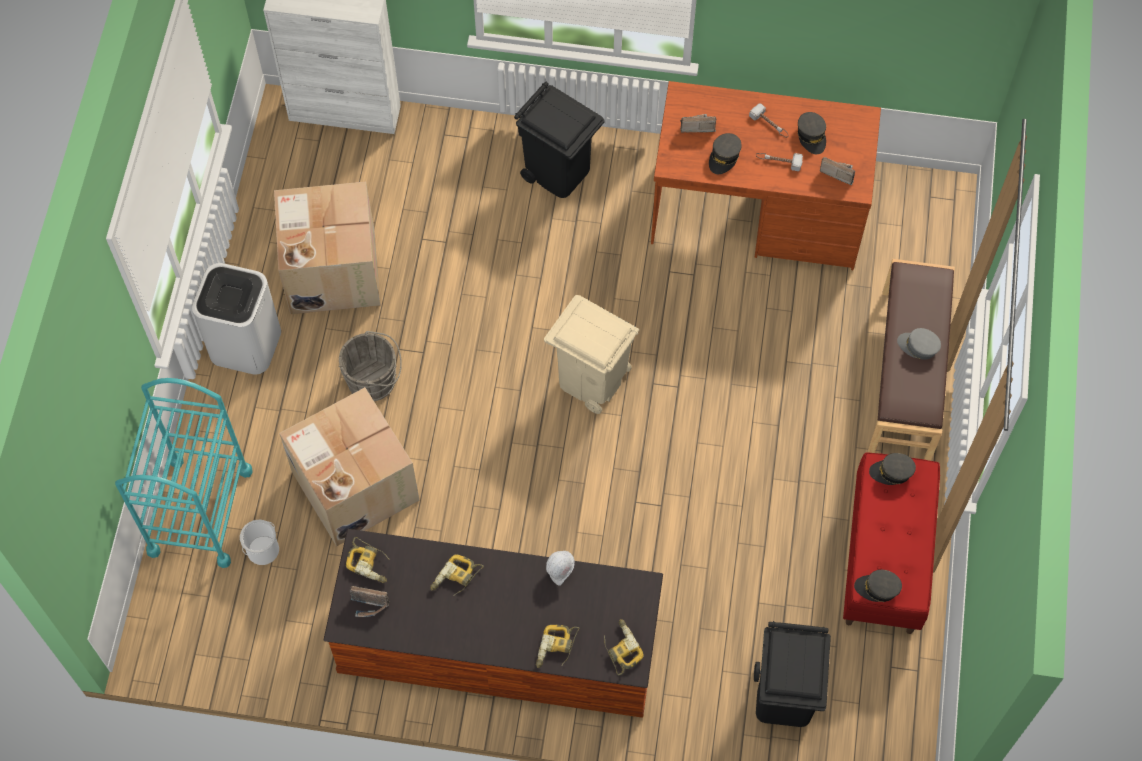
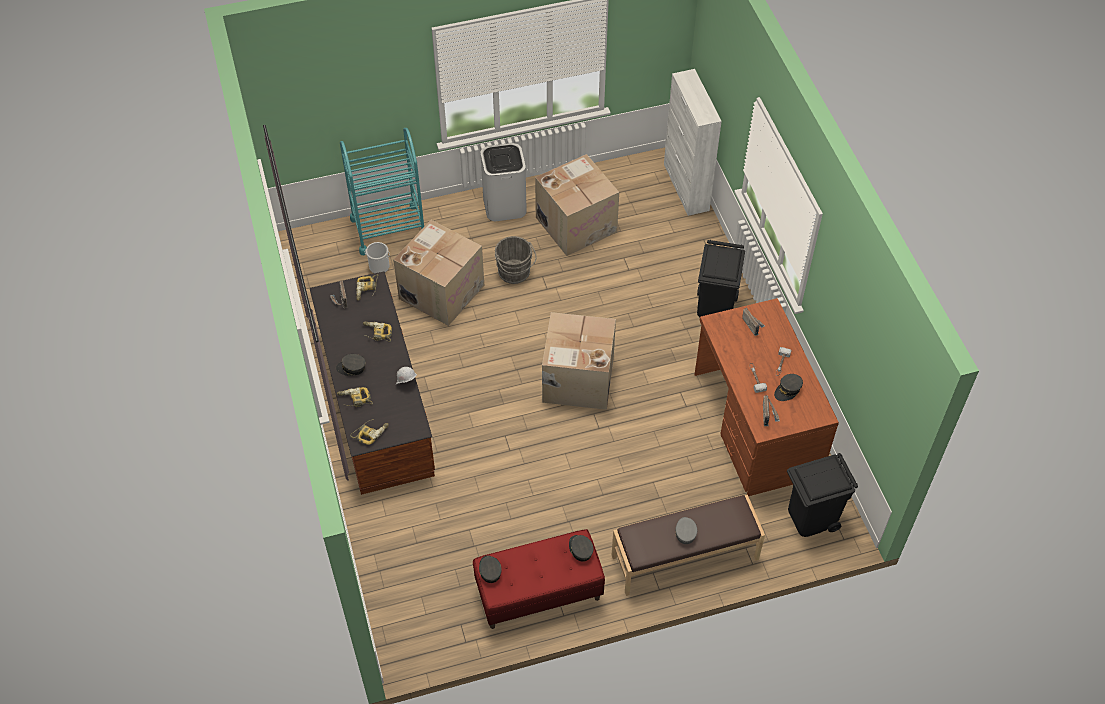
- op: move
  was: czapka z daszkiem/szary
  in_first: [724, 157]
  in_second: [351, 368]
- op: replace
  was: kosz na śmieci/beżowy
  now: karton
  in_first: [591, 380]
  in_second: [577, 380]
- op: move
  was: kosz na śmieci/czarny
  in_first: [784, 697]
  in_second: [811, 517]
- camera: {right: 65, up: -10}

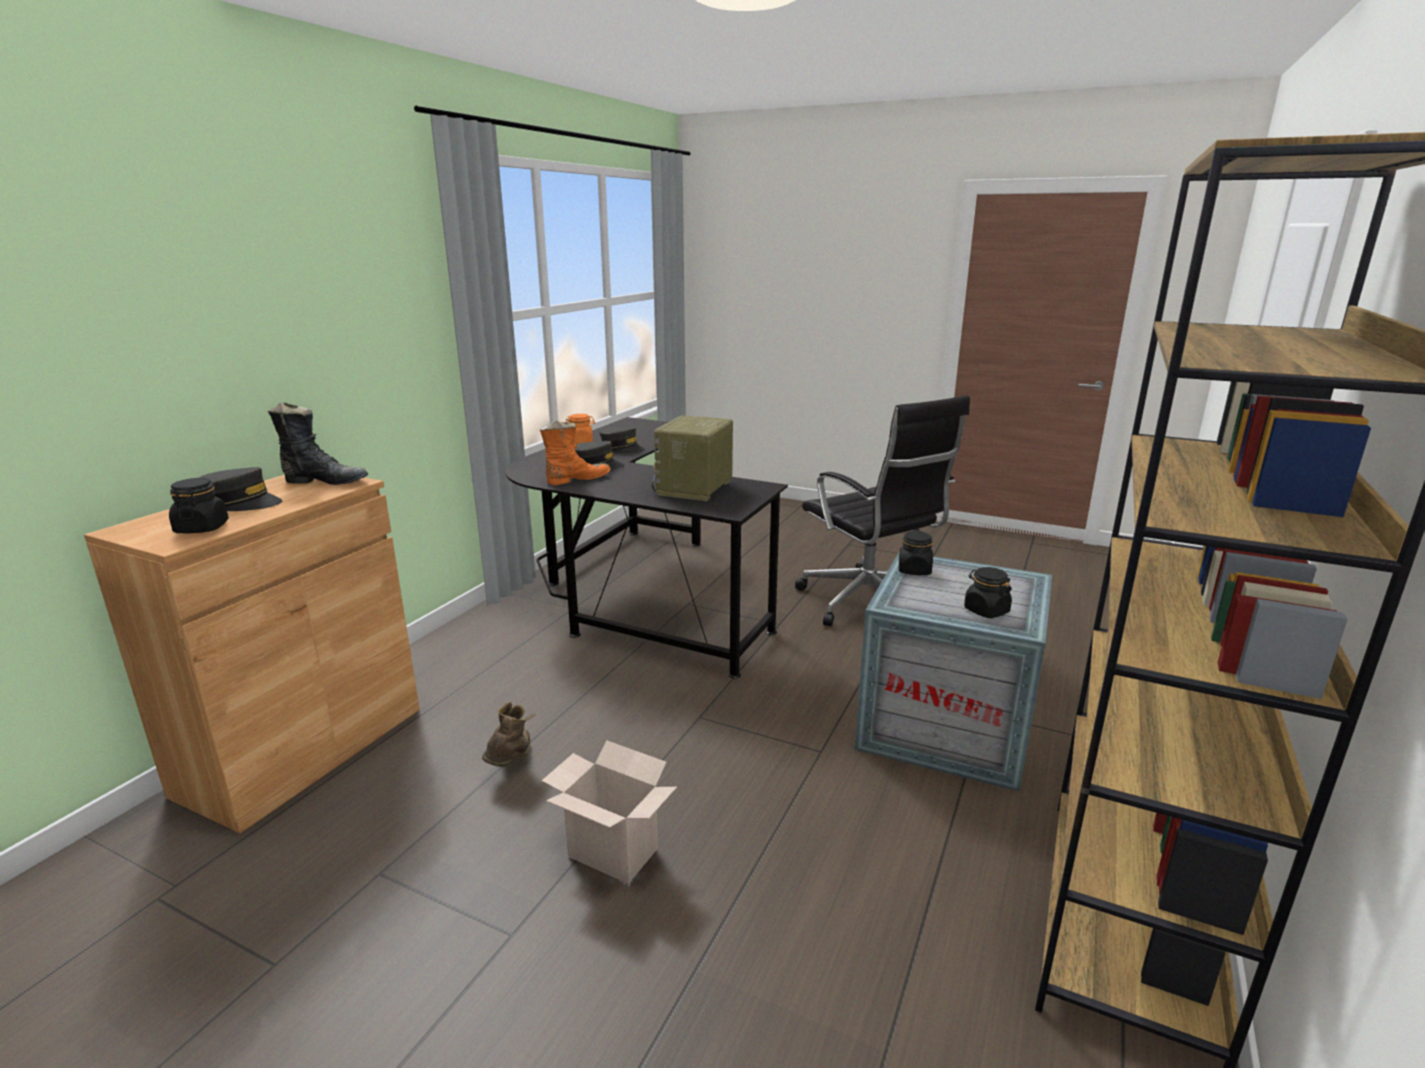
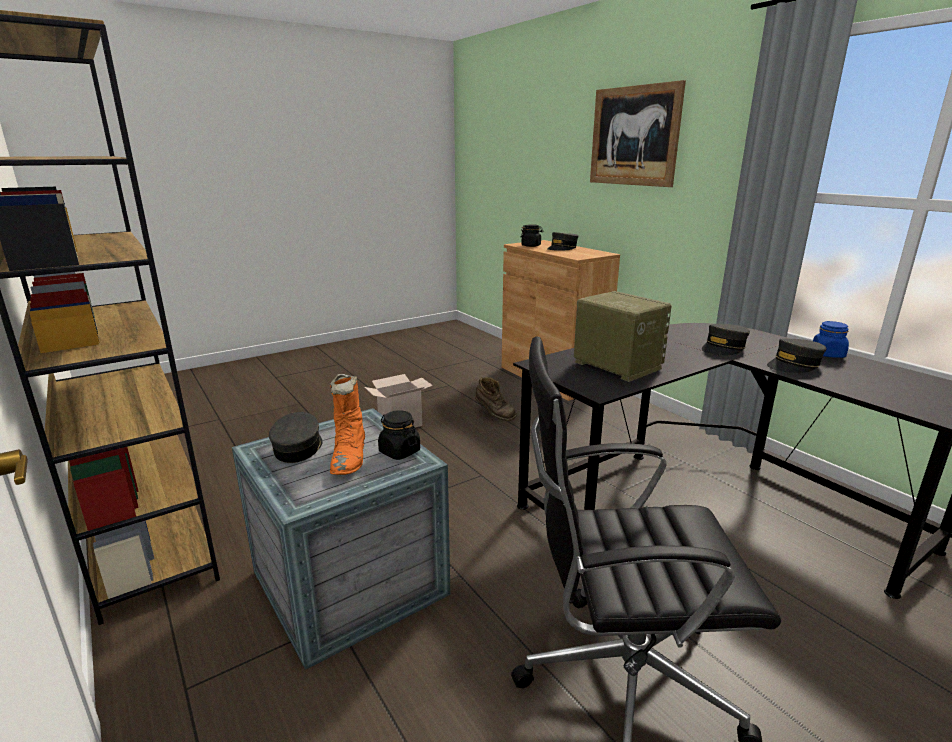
- op: replace
  was: słoik/czarny
  now: czapka z daszkiem/szary
  in_first: [986, 611]
  in_second: [298, 448]
- op: move
  was: but z cholewką/pomarańczowy
  in_first: [577, 479]
  in_second: [350, 458]
- op: insert
  now: obraz
  in_second: [634, 136]
- op: recolor
  was: słoik/pomarańczowy
  now: słoik/niebieski
  in_first: [581, 442]
  in_second: [827, 354]
- op: delete
  was: but z cholewką/czarny
  in_first: [325, 481]
- camera: {right: 120, up: 0}

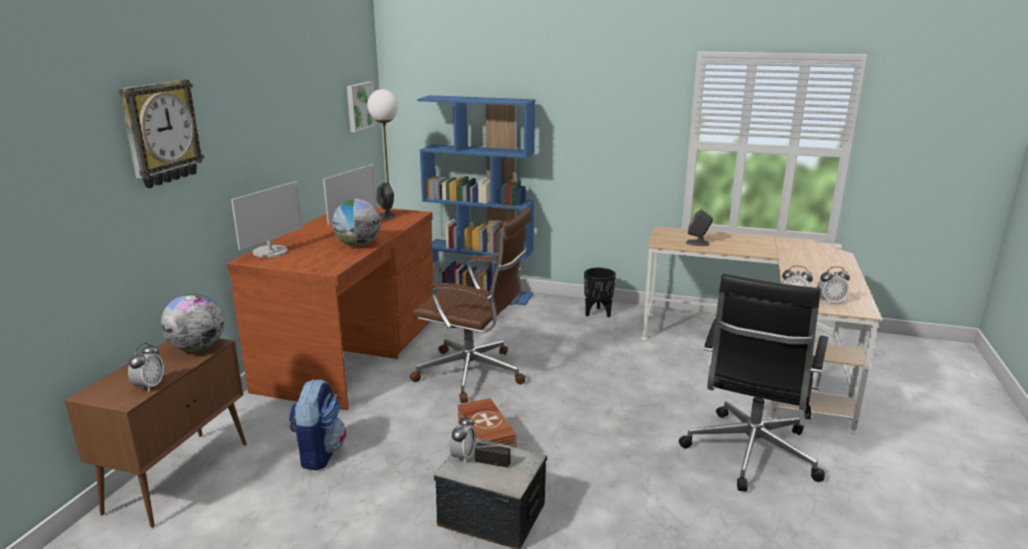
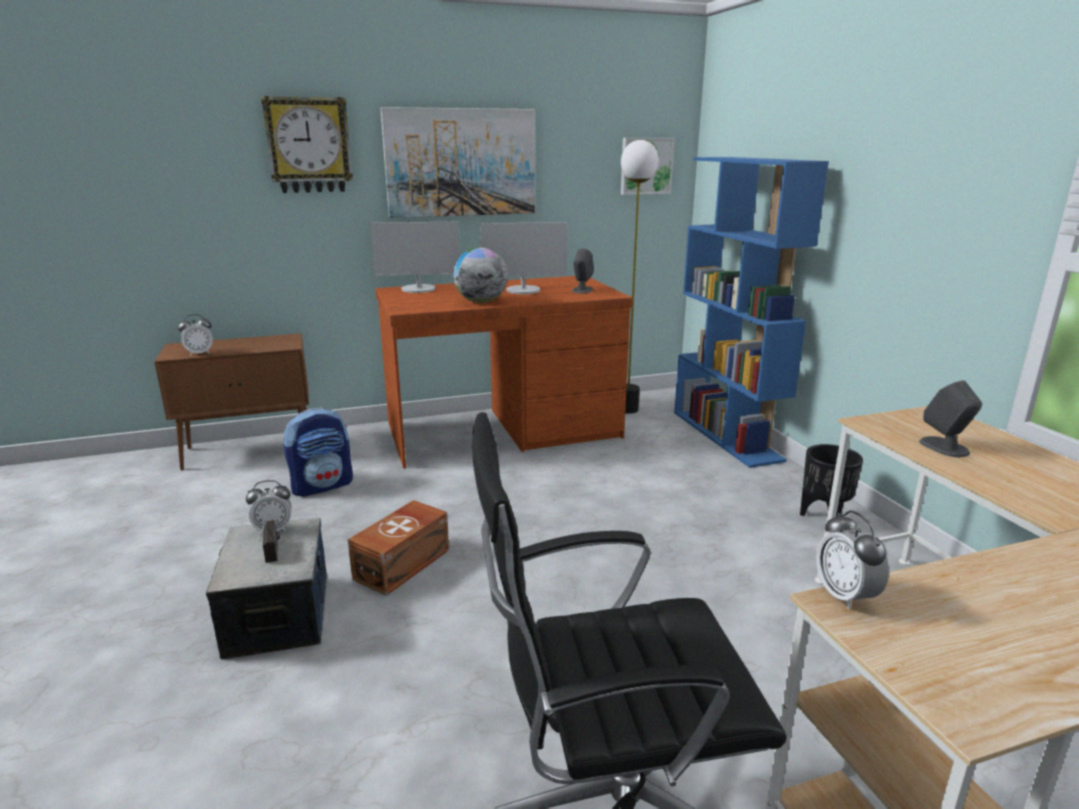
- op: insert
  now: obraz
  in_second: [461, 163]
- op: delete
  was: globus
  in_first: [197, 348]
- op: delete
  was: krzesło biurowe/brązowy
  in_first: [473, 374]
- op: delete
  was: budzik
  in_first: [830, 302]
- camera: {right: 55, up: 0}

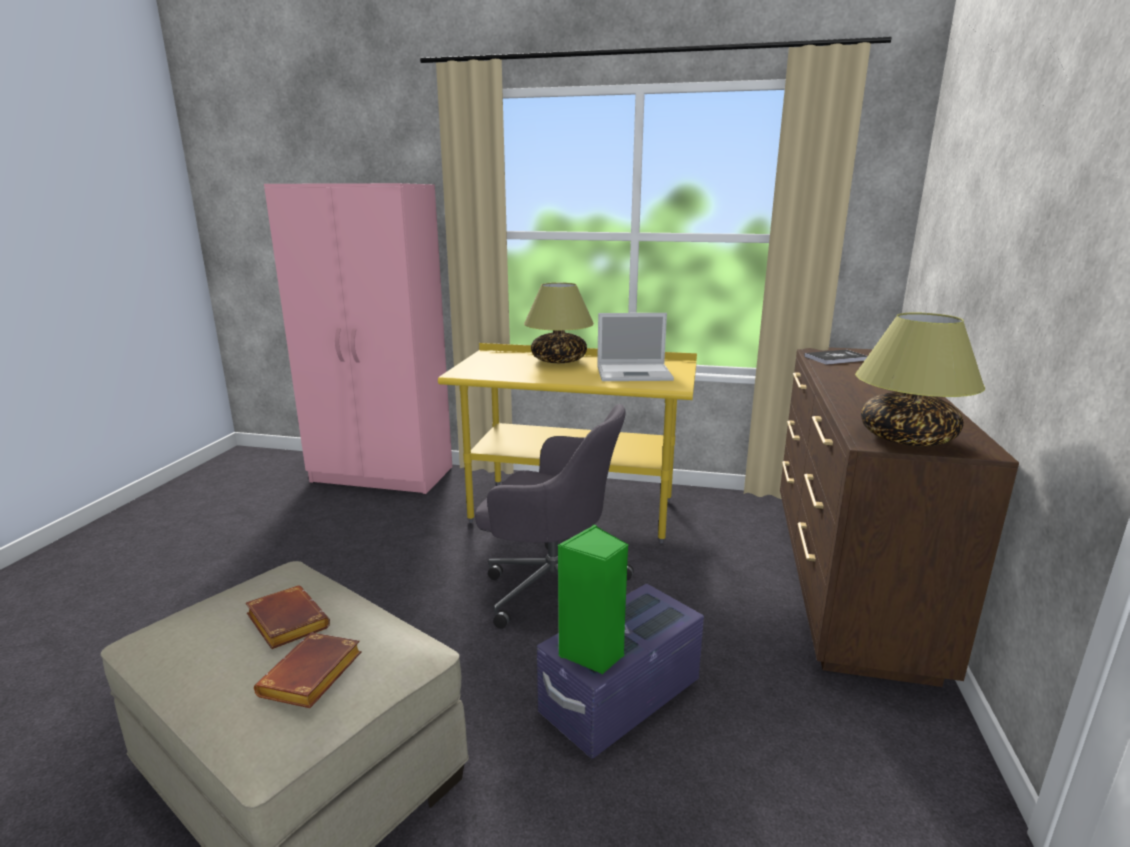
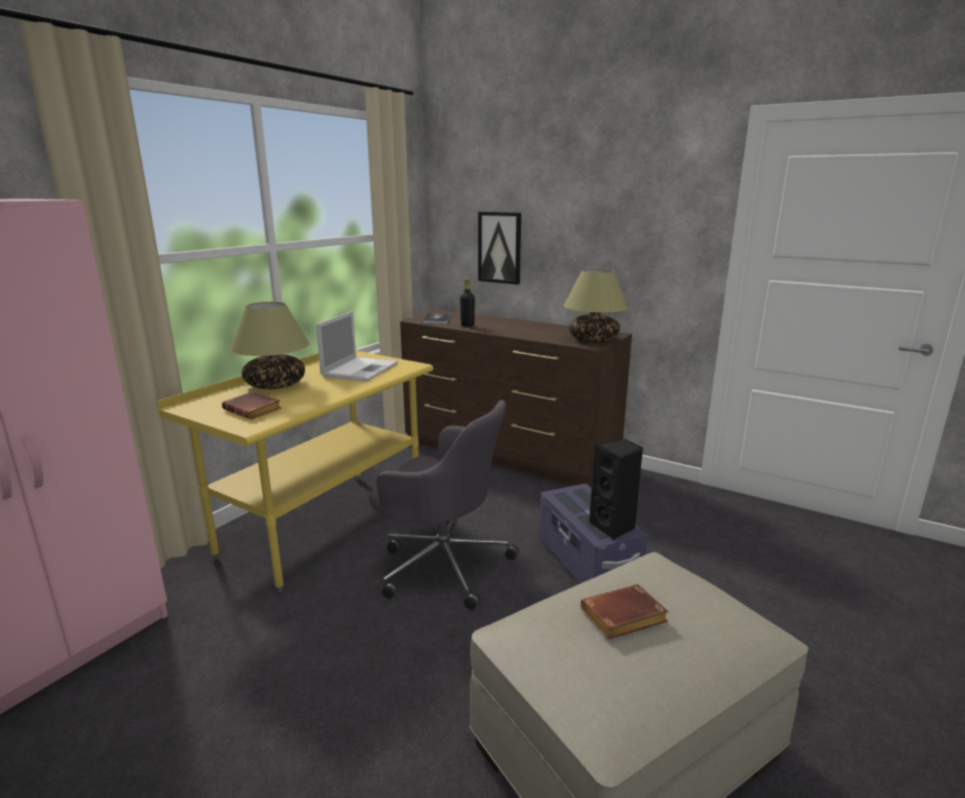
- op: move
  was: książka/brązowy
  in_first: [312, 678]
  in_second: [254, 410]
- op: rotate
  was: krzesło biurowe/szary
  in_first: [552, 588]
  in_second: [442, 563]
  clockwise: 75
- op: insert
  now: butelka/czarny
  in_second: [467, 325]
- op: insert
  now: obraz
  in_second: [500, 247]
- op: recolor
  was: głośnik/zielony
  now: głośnik/czarny
  in_first: [593, 654]
  in_second: [613, 527]
- camera: {right: -70, up: 0}

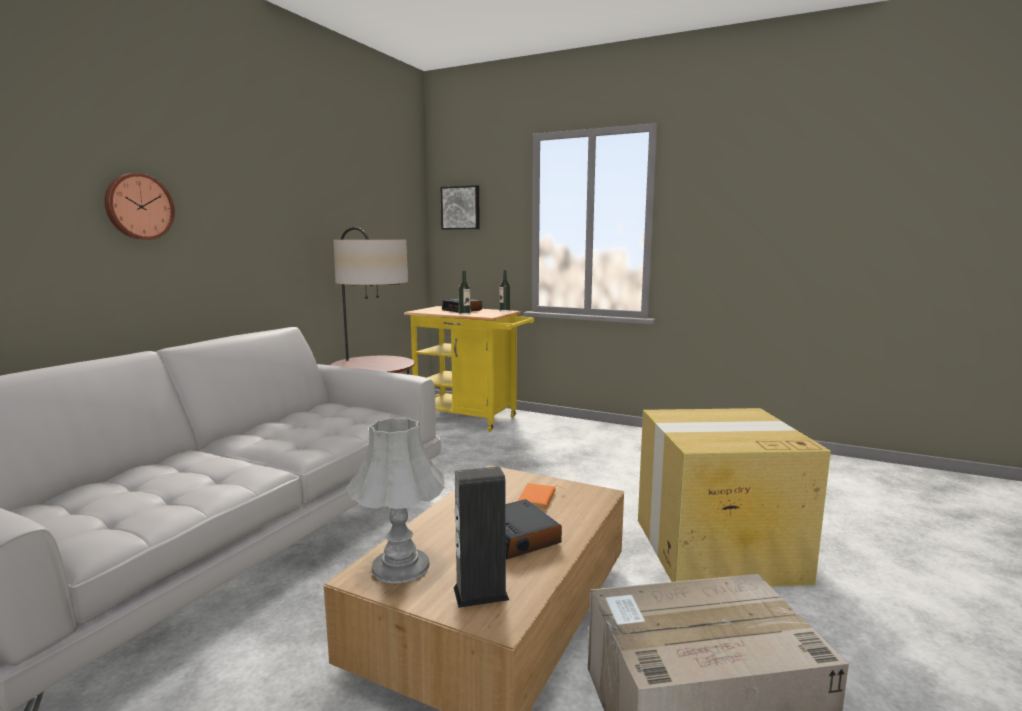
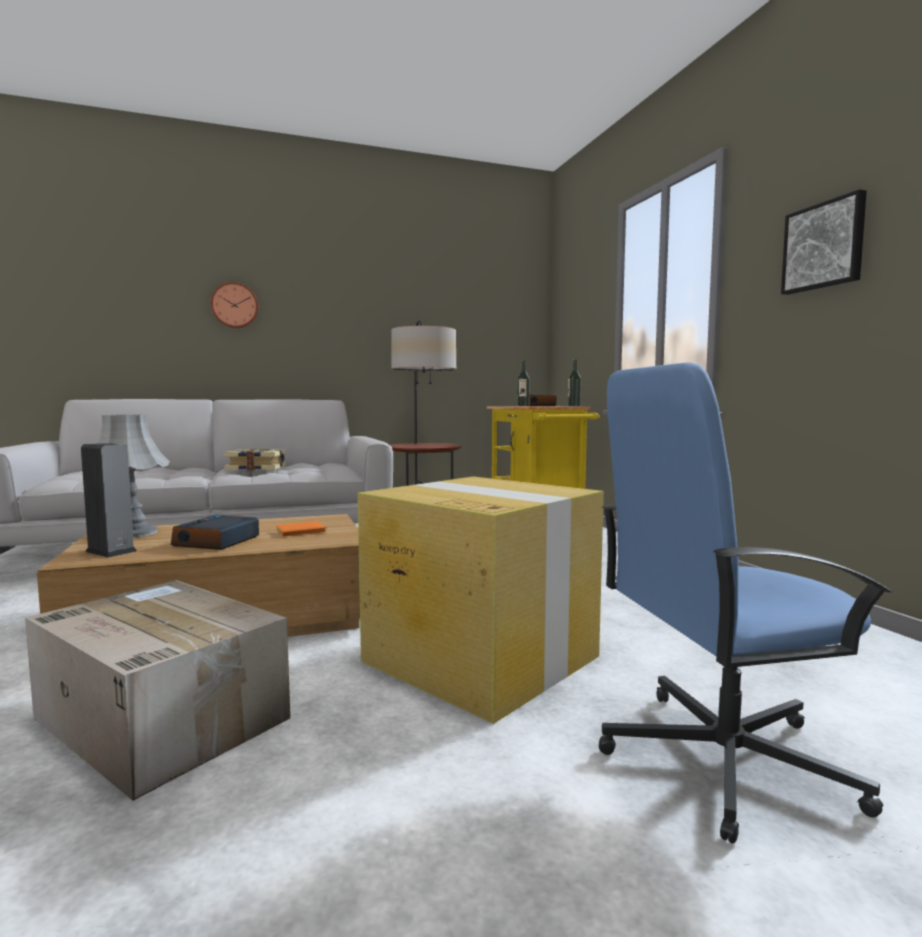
- op: insert
  now: książka
  in_second: [256, 469]
- op: insert
  now: krzesło biurowe/niebieski
  in_second: [721, 759]
- op: move
  was: obraz
  in_first: [461, 208]
  in_second: [824, 246]
- camera: {right: 45, up: -5}

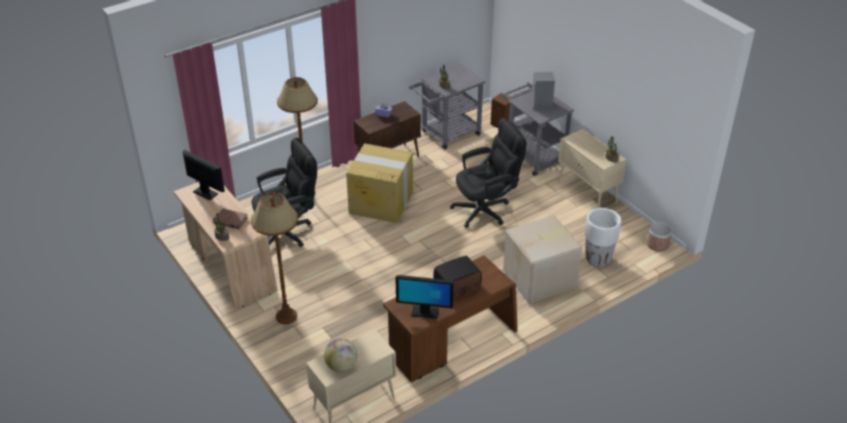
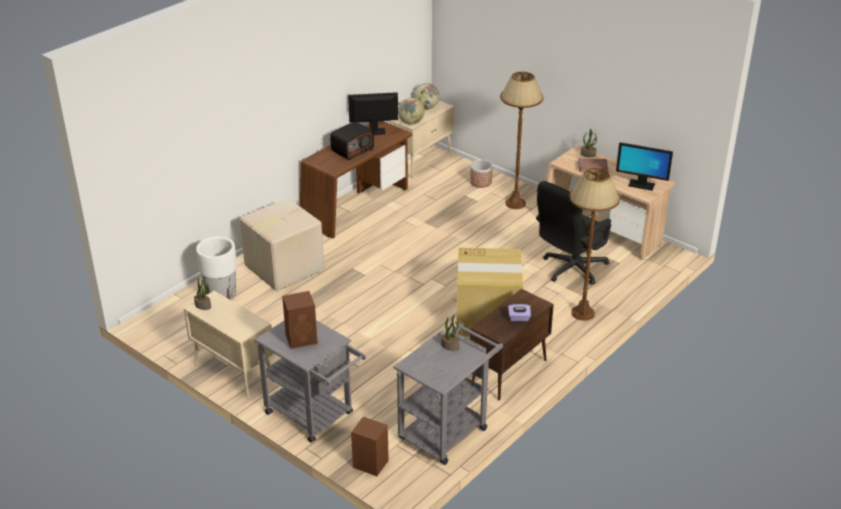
- op: recolor
  was: głośnik/szary
  now: głośnik/brązowy
  in_first: [541, 104]
  in_second: [302, 338]
- op: insert
  now: globus
  in_second: [411, 122]
- op: move
  was: donica
  in_first: [657, 244]
  in_second: [480, 182]
- op: delete
  was: krzesło biurowe/czarny
  in_first: [486, 209]
- camera: {right: 165, up: -5}

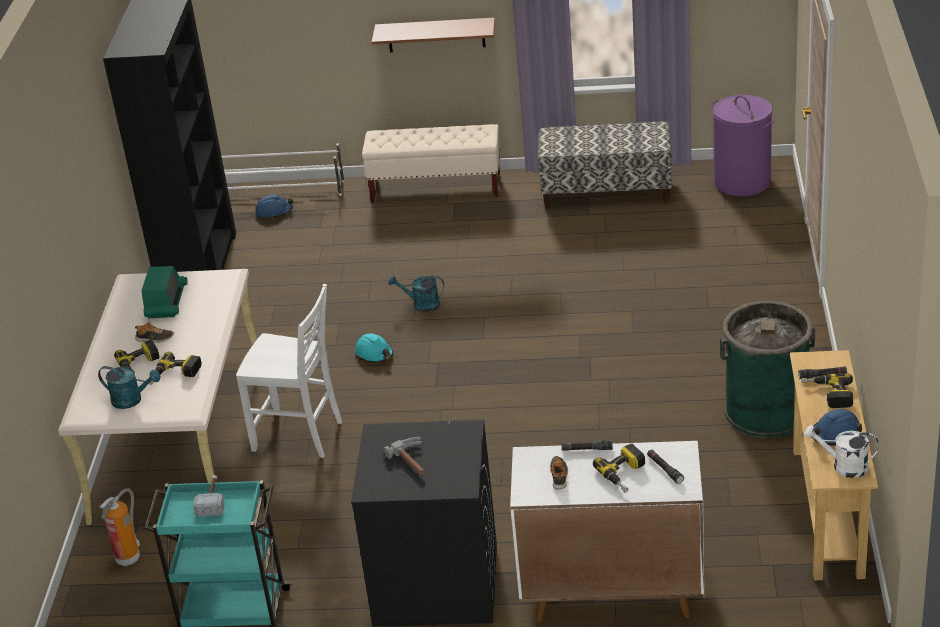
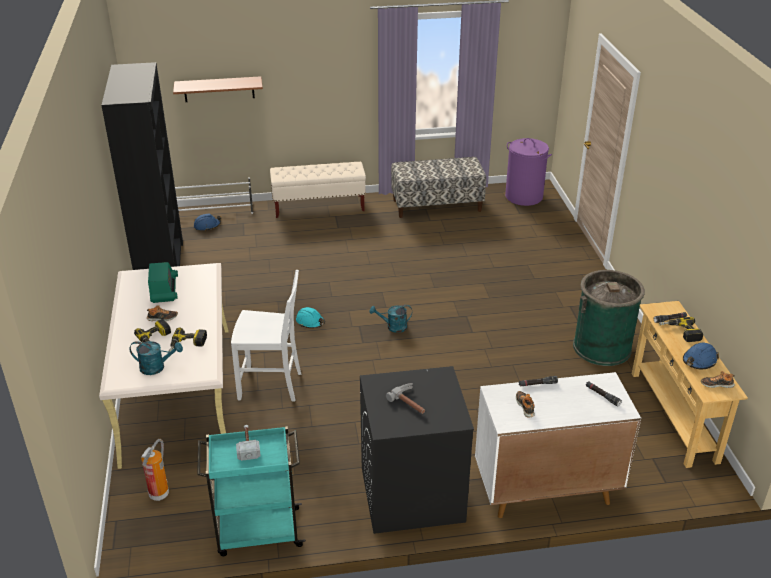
- op: move
  was: półka
  in_first: [436, 35]
  in_second: [219, 89]
- op: move
  was: konewka/turkusowy
  in_first: [421, 305]
  in_second: [393, 327]
- op: replace
  was: konewka/biały
  now: but
  in_first: [843, 466]
  in_second: [716, 384]
- op: delete
  was: wiertarka
  in_first: [625, 474]
- camera: {right: -15, up: 0}

